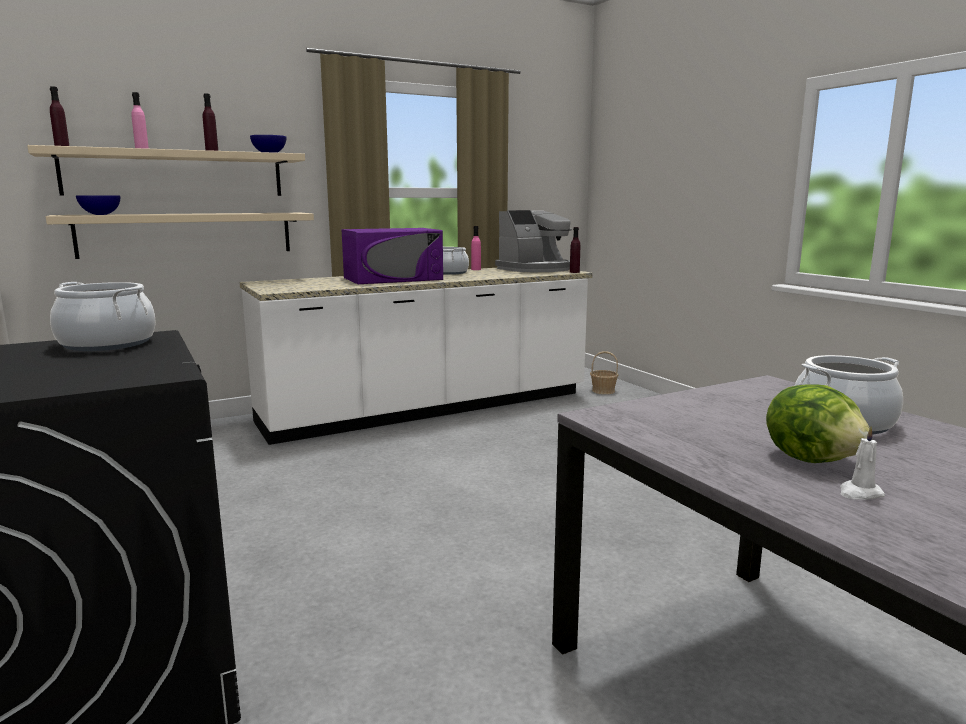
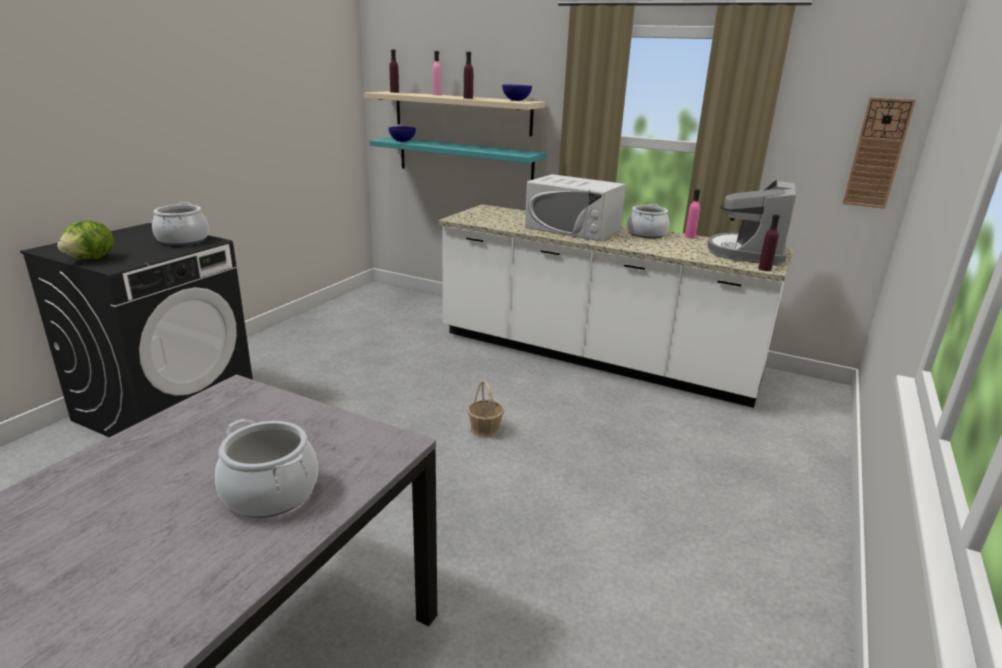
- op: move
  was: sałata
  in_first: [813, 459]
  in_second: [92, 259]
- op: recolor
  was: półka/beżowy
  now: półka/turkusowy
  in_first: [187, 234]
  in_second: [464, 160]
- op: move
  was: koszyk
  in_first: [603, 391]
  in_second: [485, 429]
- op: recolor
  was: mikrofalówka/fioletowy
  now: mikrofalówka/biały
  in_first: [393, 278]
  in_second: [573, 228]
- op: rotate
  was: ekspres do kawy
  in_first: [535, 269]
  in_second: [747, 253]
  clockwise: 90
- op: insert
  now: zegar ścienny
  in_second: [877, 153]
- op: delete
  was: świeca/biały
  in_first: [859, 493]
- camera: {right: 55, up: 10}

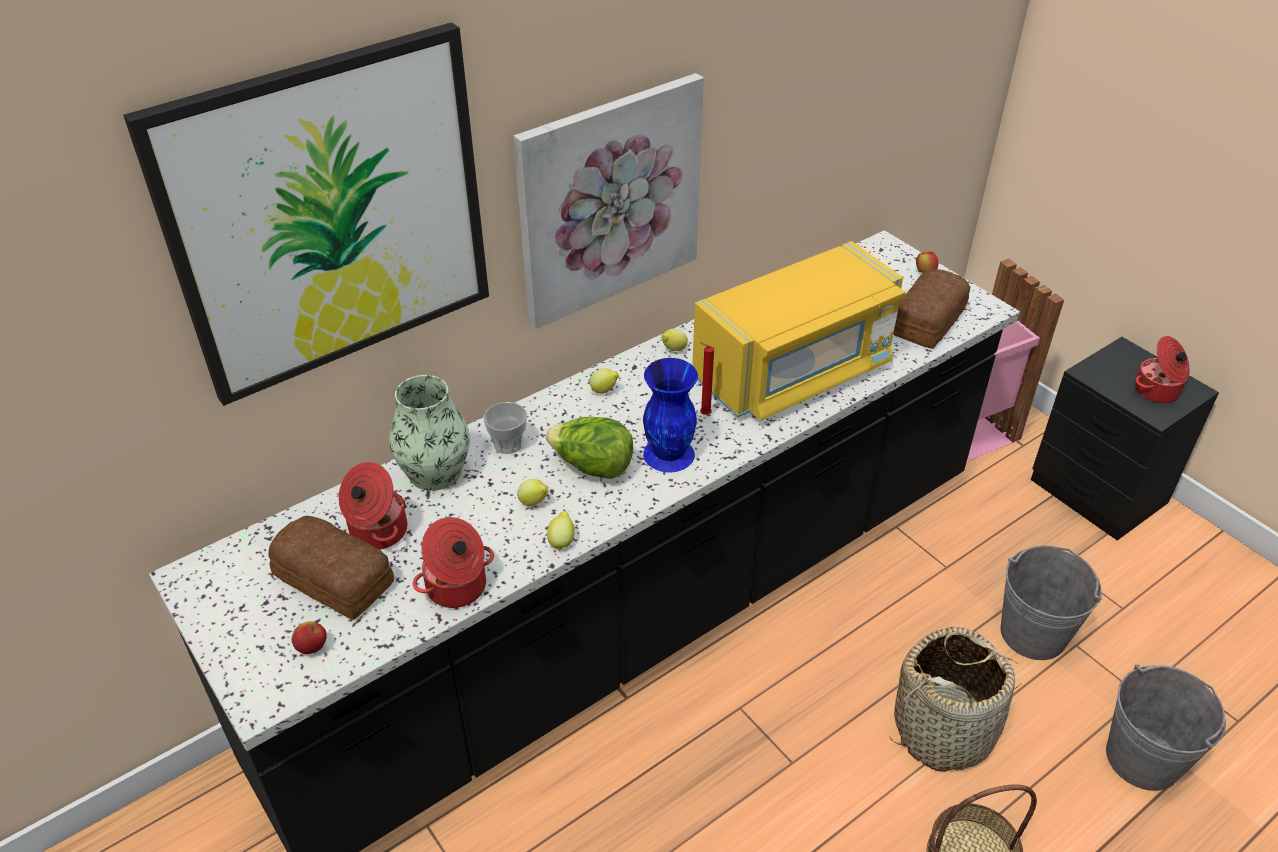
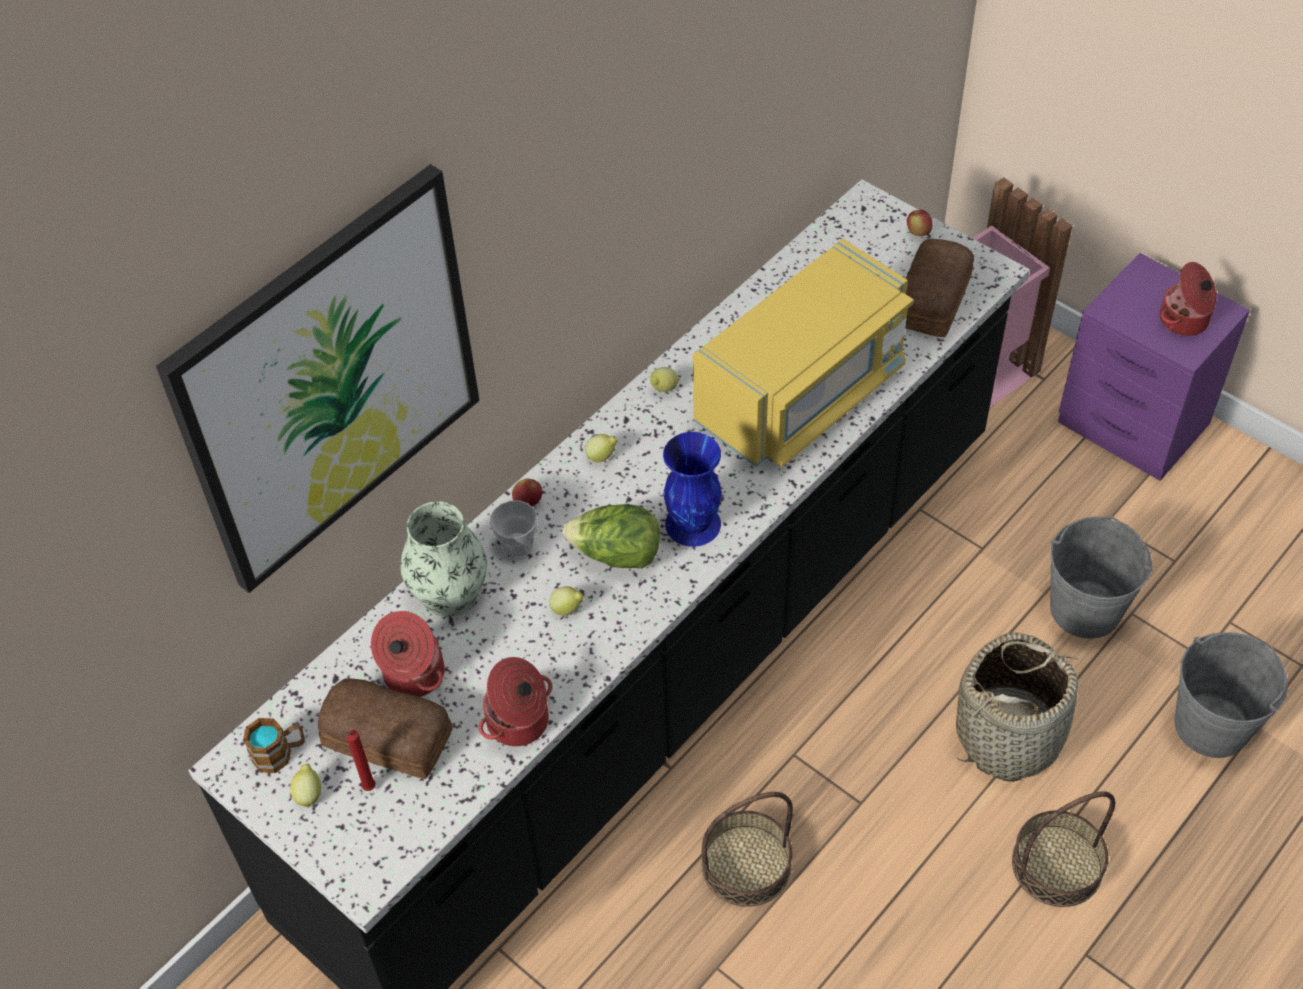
- op: insert
  now: kubek
  in_second: [280, 753]
- op: move
  was: cytryna
  in_first: [562, 541]
  in_second: [309, 793]
- op: move
  was: świeca/czerwony
  in_first: [703, 414]
  in_second: [367, 788]
- op: move
  was: jabłko
  in_first: [312, 647]
  in_second: [528, 502]
- op: insert
  now: koszyk
  in_second: [746, 864]
- op: recolor
  was: szafka nocna/czarny
  now: szafka nocna/fioletowy
  in_first: [1098, 494]
  in_second: [1134, 426]
- op: delete
  was: obraz
  in_first: [608, 199]
- camera: {right: -10, up: 10}

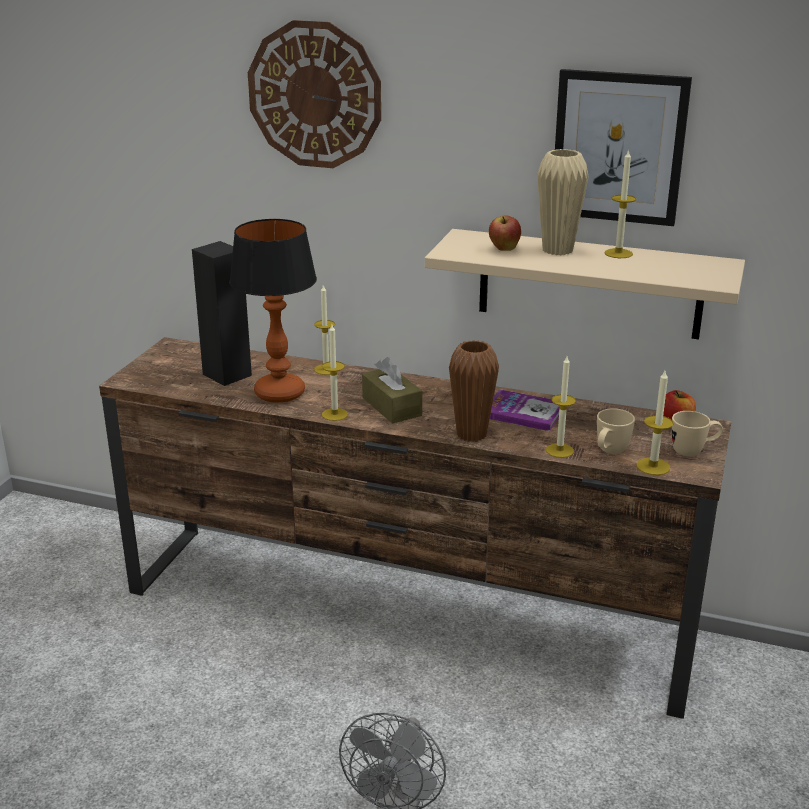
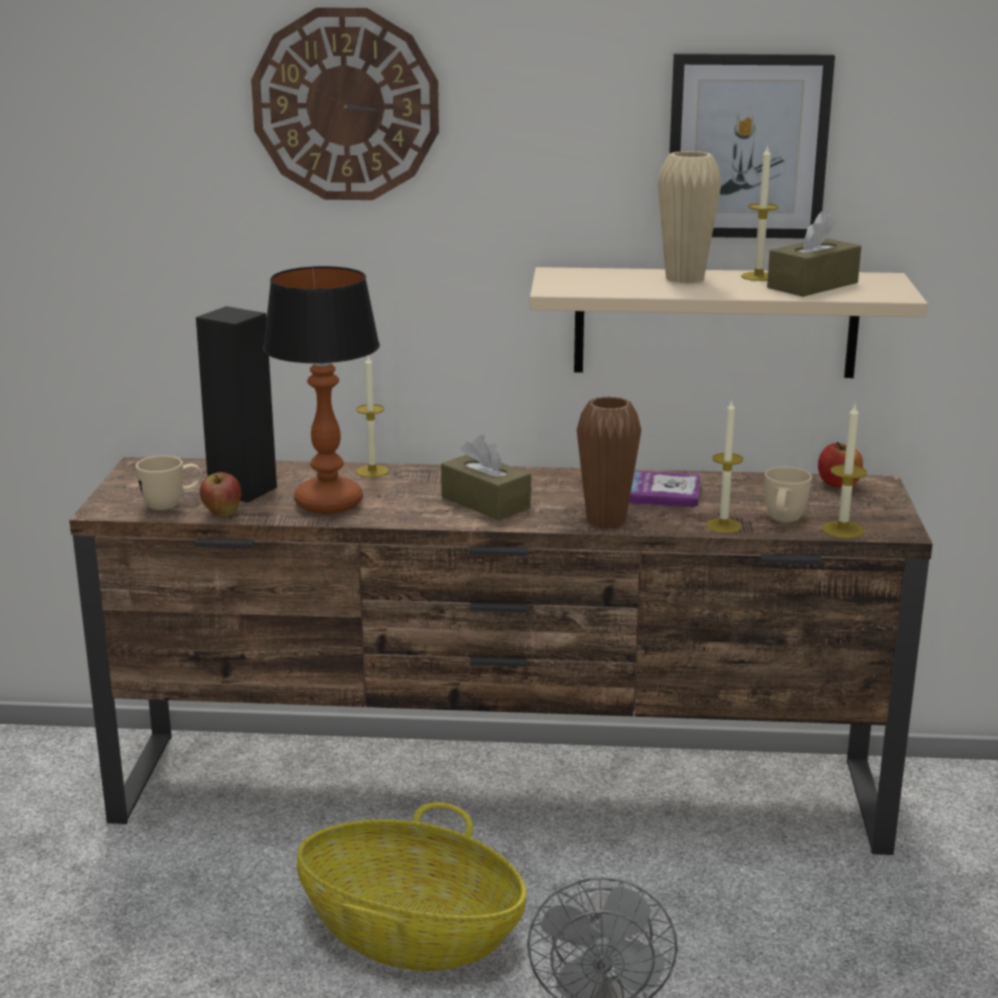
- op: move
  was: kubek/beżowy
  in_first: [693, 451]
  in_second: [172, 505]
- op: move
  was: jabłko
  in_first: [504, 249]
  in_second: [222, 514]
- op: insert
  now: koszyk
  in_second: [410, 934]
- op: insert
  now: pudełko chusteczek/brązowy
  in_second: [812, 285]
- op: delete
  was: świeca
  in_first: [334, 414]
- camera: {right: -15, up: -5}

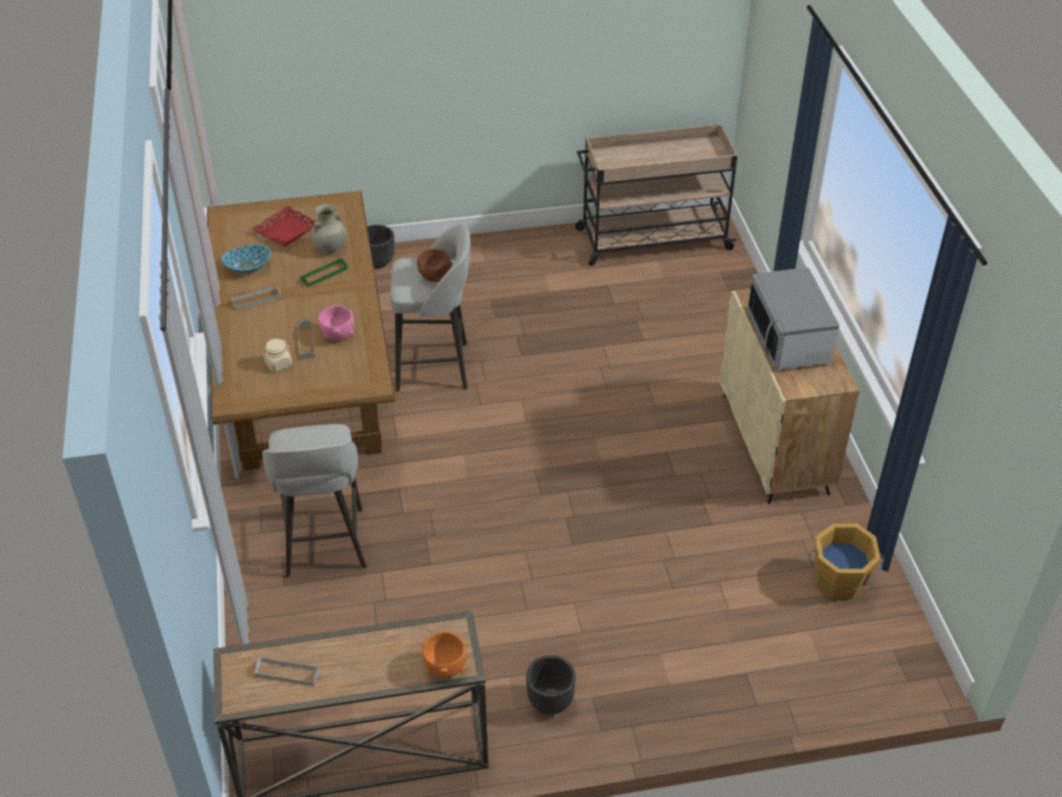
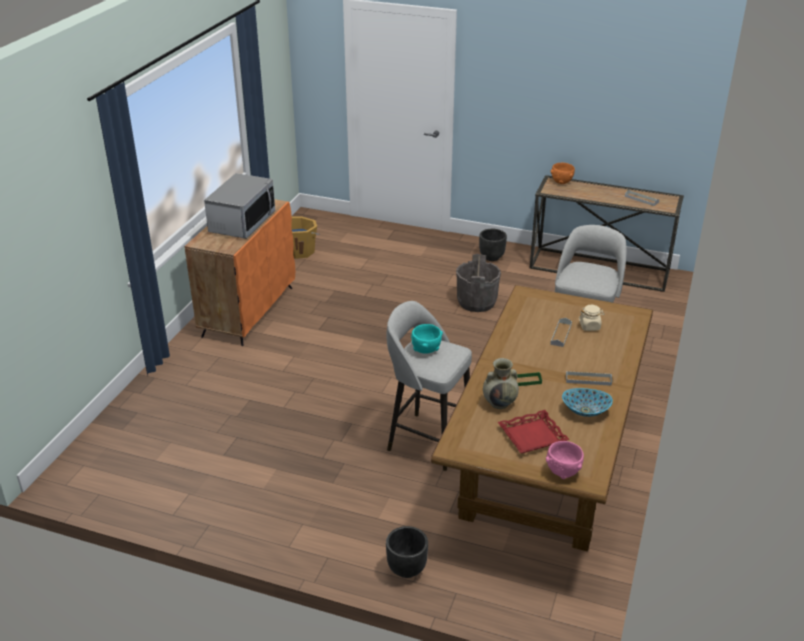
- op: recolor
  was: szafka/beżowy
  now: szafka/pomarańczowy
  in_first: [775, 443]
  in_second: [248, 311]
- op: recolor
  was: miska/brązowy
  now: miska/turkusowy
  in_first: [434, 277]
  in_second: [426, 350]
- op: insert
  now: wiadro/szary
  in_second: [477, 302]
- op: move
  was: miska/różowy
  in_first: [338, 335]
  in_second: [563, 471]
- op: delete
  was: wózek/beżowy
  in_first: [651, 239]
- camera: {right: -150, up: -10}

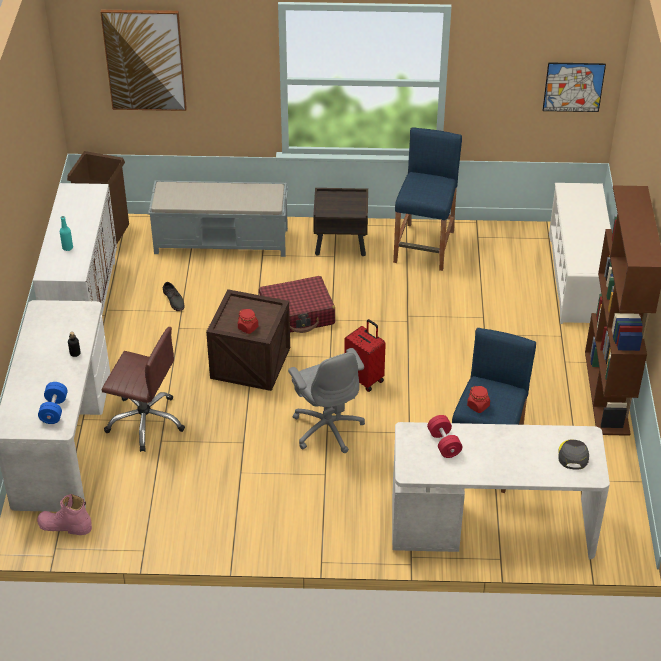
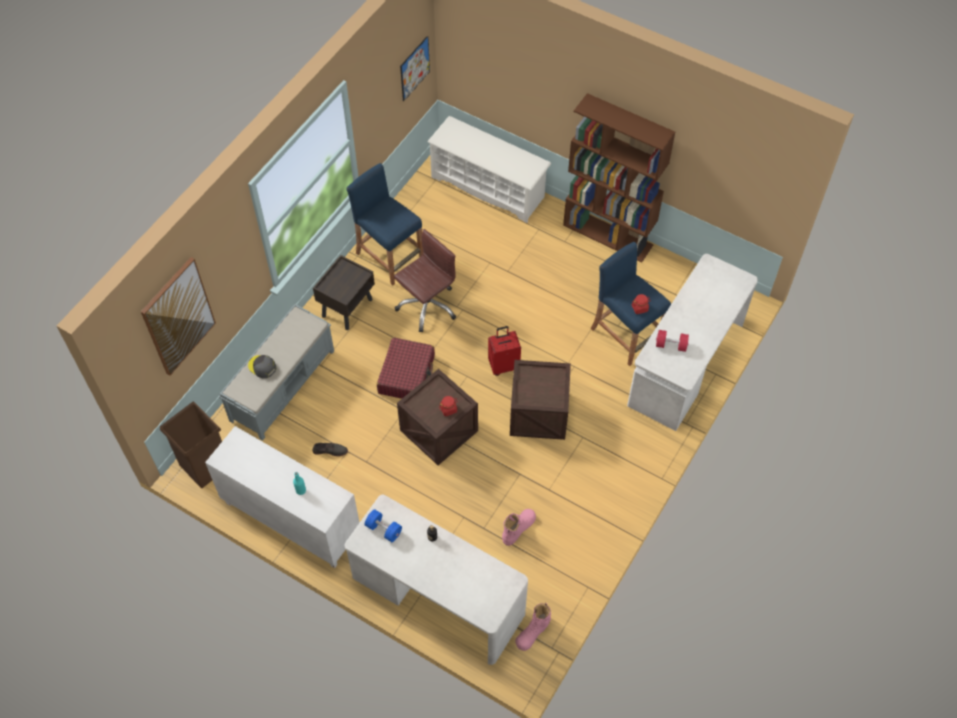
- op: move
  was: czapka z daszkiem/szary
  in_first: [573, 455]
  in_second: [262, 367]
- op: move
  was: hantel/niebieski
  in_first: [54, 410]
  in_second: [383, 529]
- op: move
  was: krzesło biurowe/brązowy
  in_first: [146, 421]
  in_second: [427, 306]
- op: insert
  now: but z cholewką/różowy
  in_second: [518, 528]
- op: replace
  was: krzesło biurowe/szary
  now: skrzynka
  in_first: [327, 428]
  in_second: [538, 413]
- camera: {right: -60, up: 15}

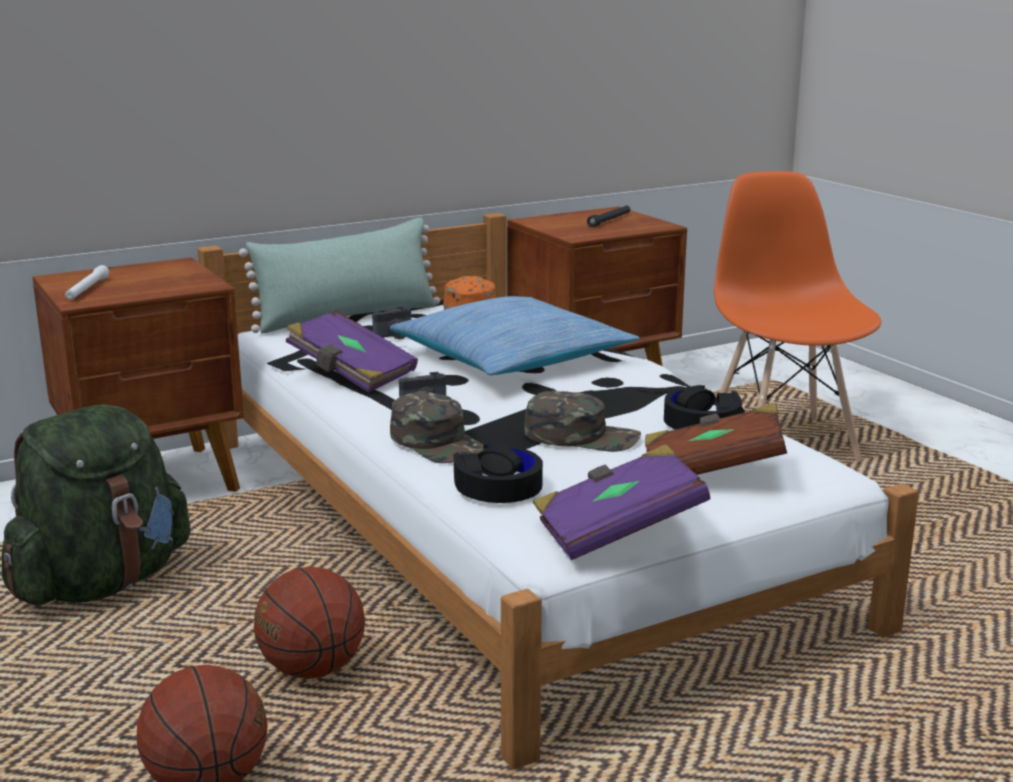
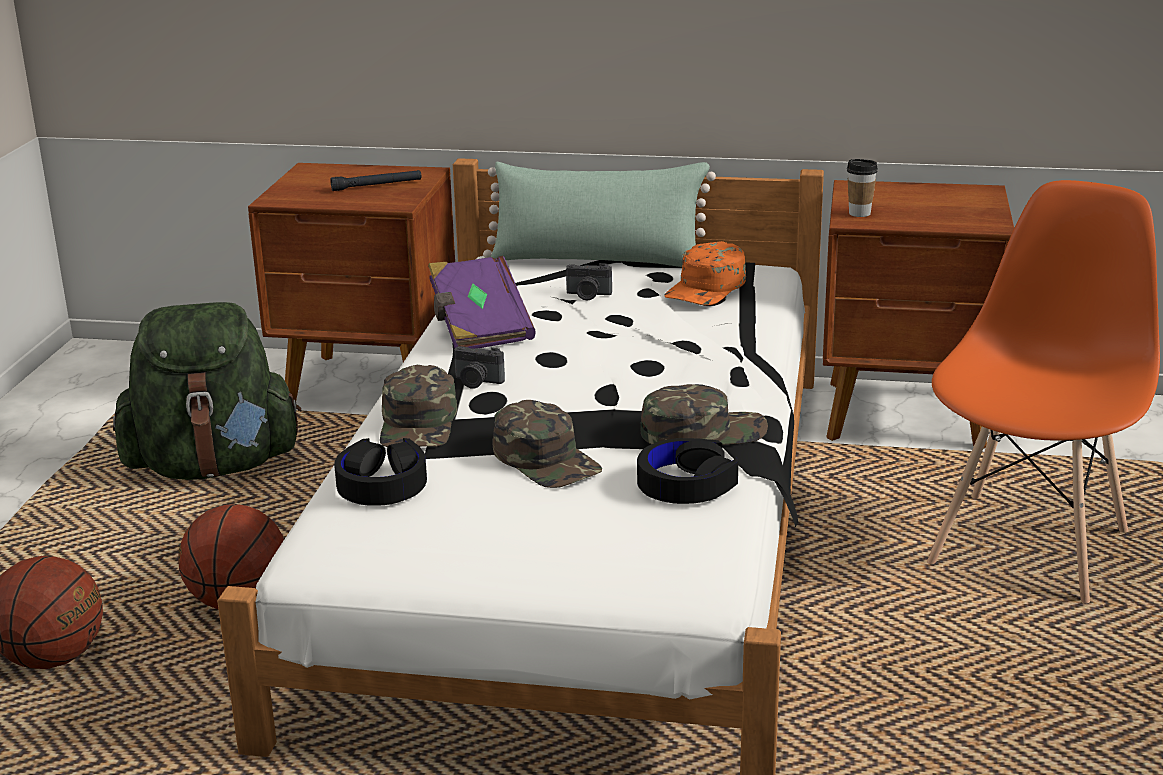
- op: move
  was: latarka/czarny
  in_first: [609, 220]
  in_second: [377, 186]
- op: insert
  now: czapka z daszkiem/zielony
  in_second: [703, 431]
- op: insert
  now: filiżanka
  in_second: [859, 213]
- op: delete
  was: latarka/biały
  in_first: [87, 289]
- op: delete
  was: poduszka
  in_first: [512, 359]
- op: delete
  was: książka/fioletowy
  in_first: [617, 531]
- op: delete
  was: książka/brązowy
  in_first: [711, 472]
- camera: {right: 40, up: 5}

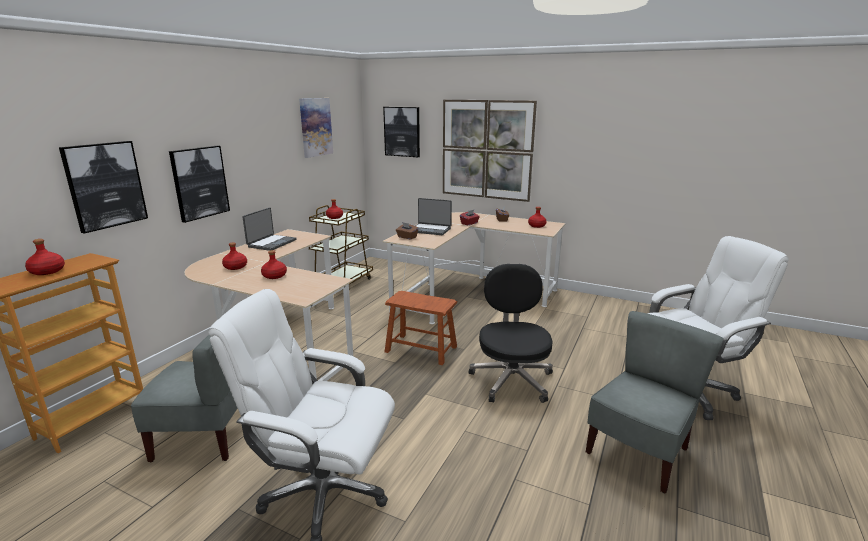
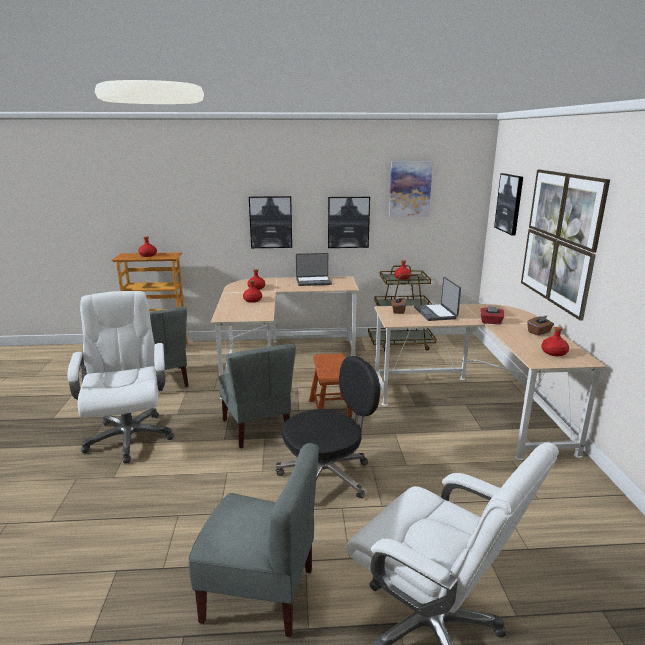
- op: insert
  now: krzesło/szary
  in_second: [257, 428]
- op: move
  was: obraz
  in_first: [105, 185]
  in_second: [348, 222]
- camera: {right: 60, up: 0}

